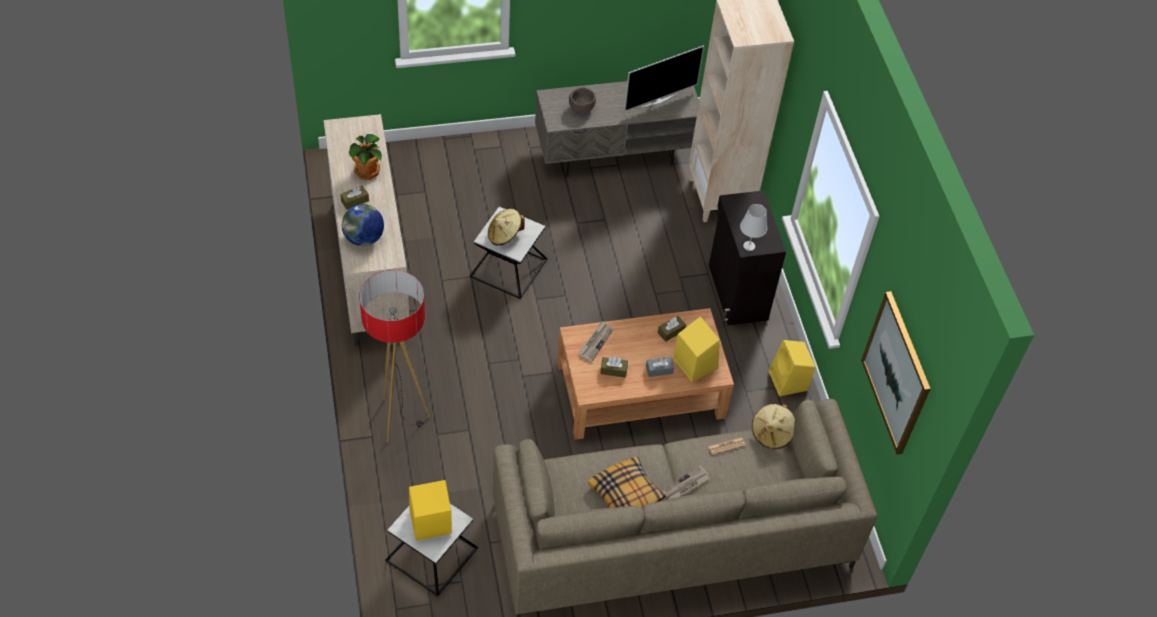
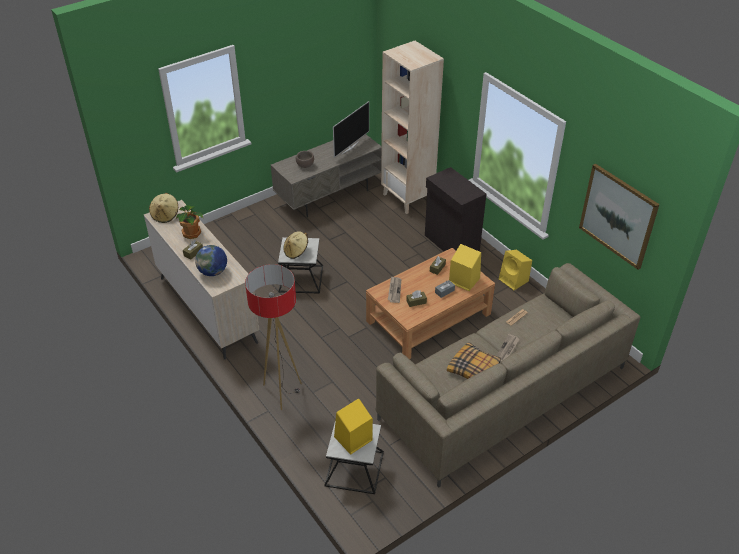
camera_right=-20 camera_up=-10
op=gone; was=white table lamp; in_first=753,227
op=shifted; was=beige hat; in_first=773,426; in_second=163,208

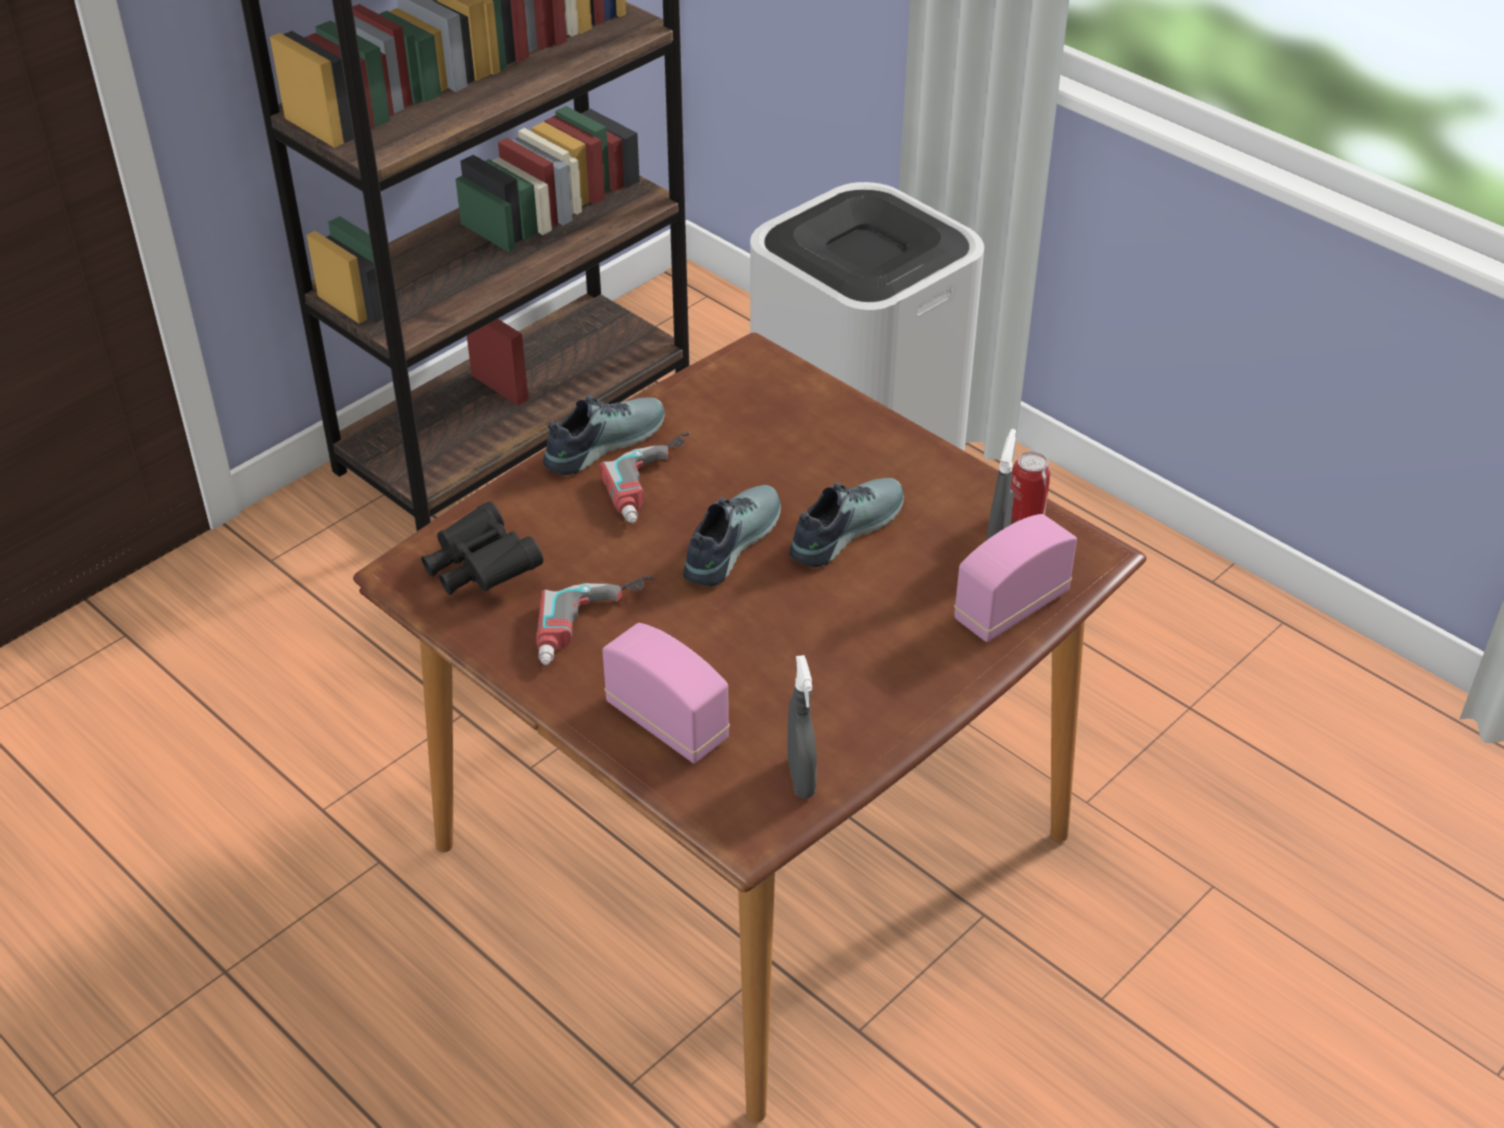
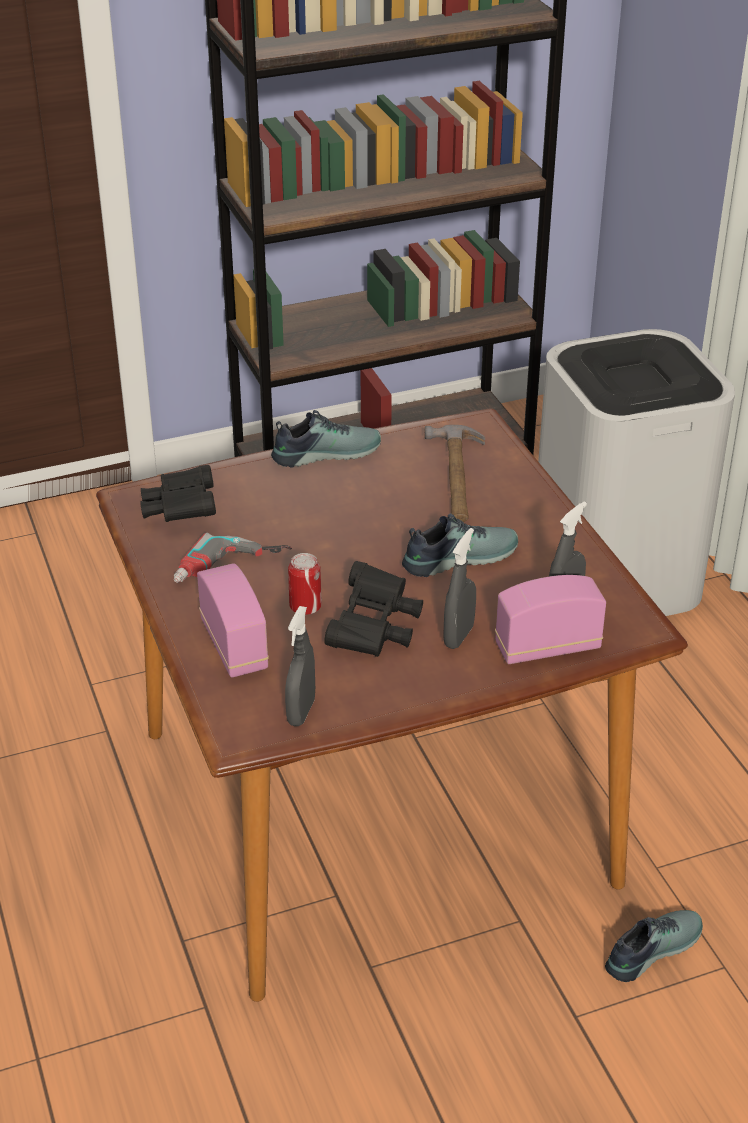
camera_right=25 camera_up=-5
op=gone; was=power drill; in_first=644,477
op=shifted; was=can; in_first=1031,486; in_second=305,584
op=shifted; was=shoe; in_first=732,535; in_second=654,946
op=new; now=hammer; in_second=455,473
op=new; now=grey spray bottle; in_second=459,588
op=new; now=black binoculars; in_second=373,609

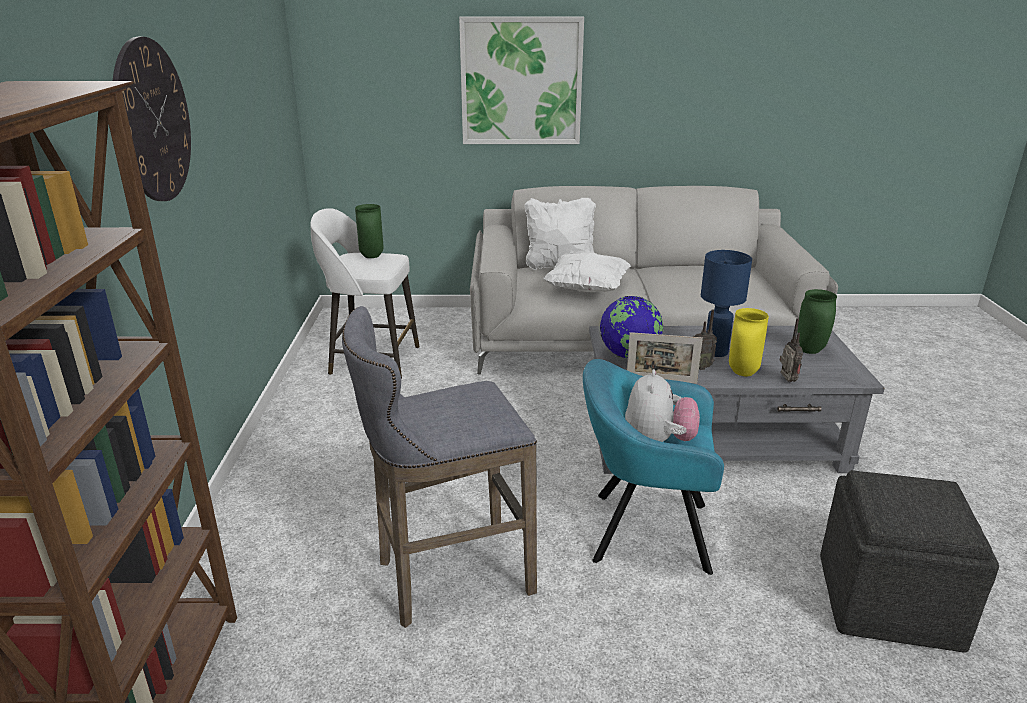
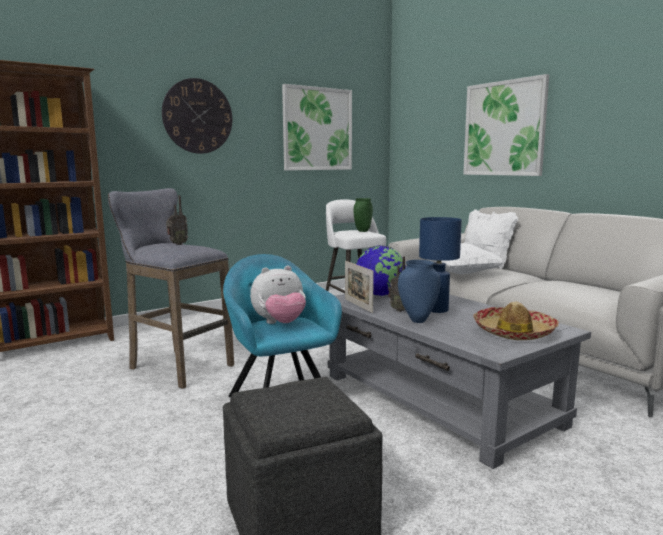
camera_right=55 camera_up=-15
op=swapped; was=green vase; now=hat; in_first=817,321; in_second=516,321
op=repainted; was=yellow vase; now=blue vase; in_first=749,342; in_second=419,291
op=shifted; was=radio; in_first=791,350; in_second=177,220
op=new; now=picture; in_second=317,127

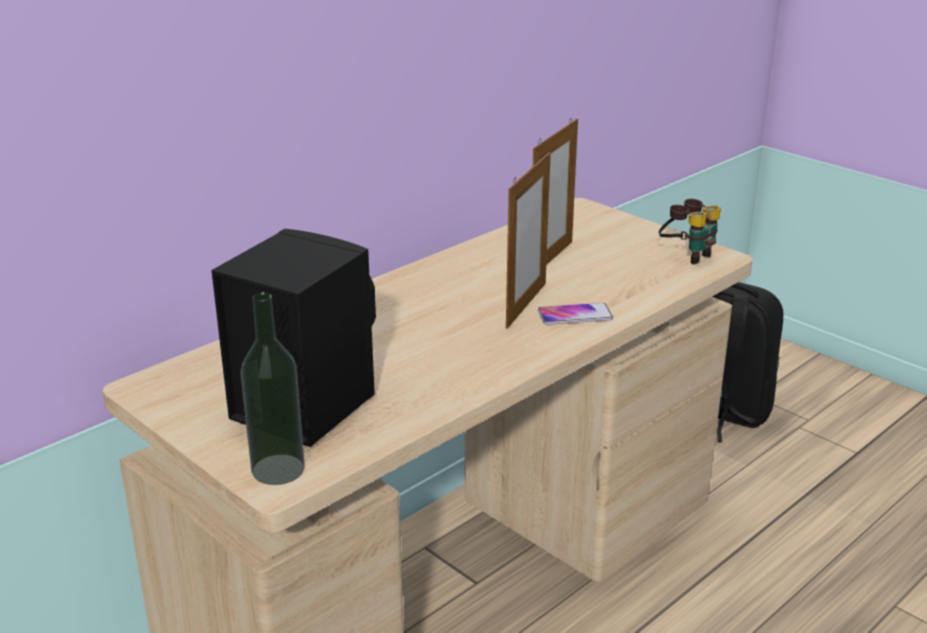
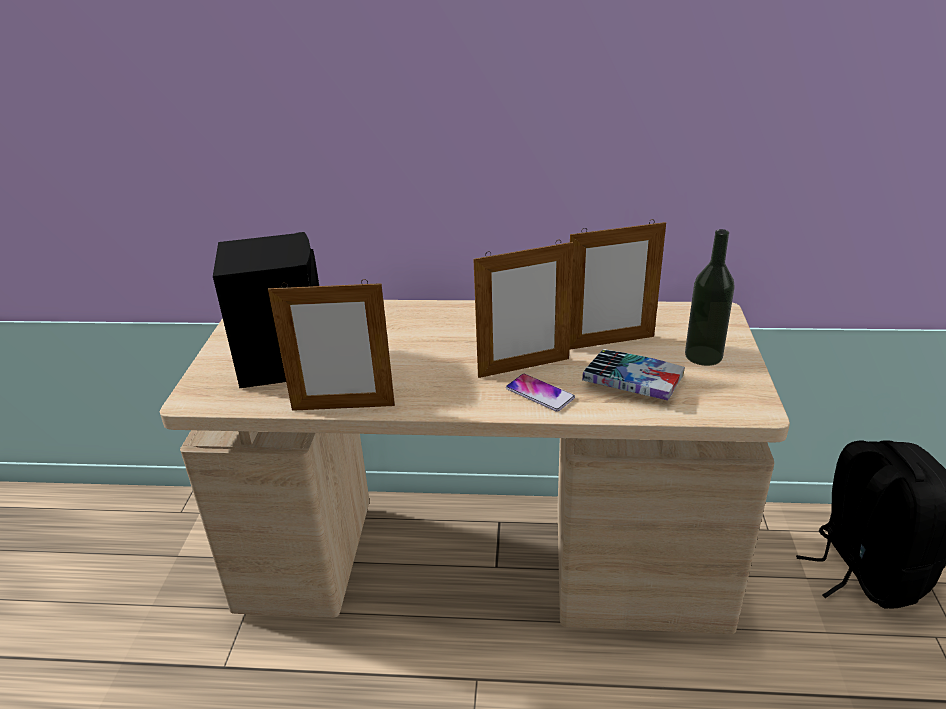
camera_right=50 camera_up=5
op=gone; was=binoculars; in_first=690,231
op=shifted; was=bottle; in_first=273,389; in_second=710,297
op=new; now=picture frame; in_second=331,345
op=new; now=book; in_second=633,375

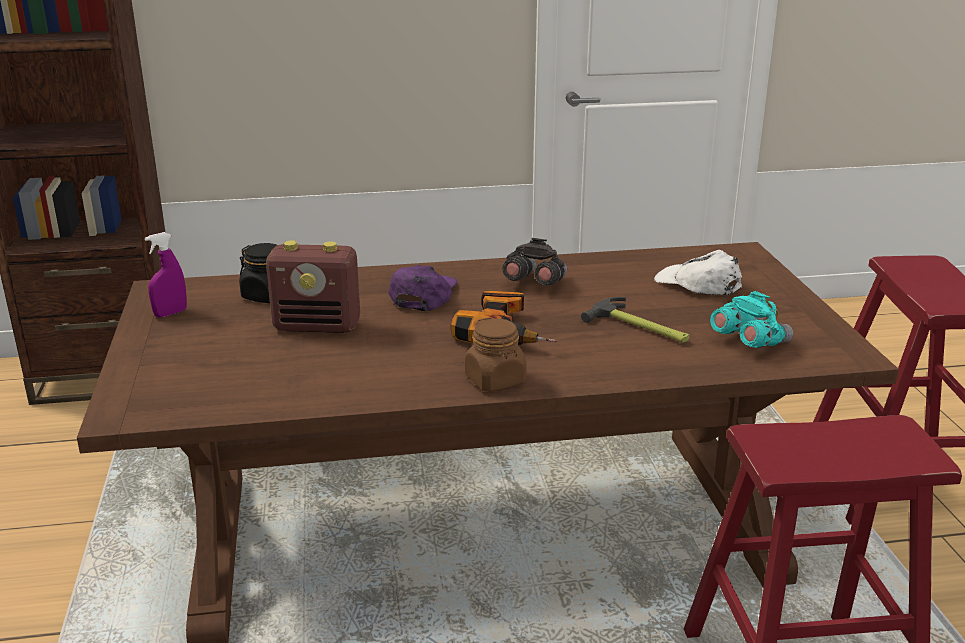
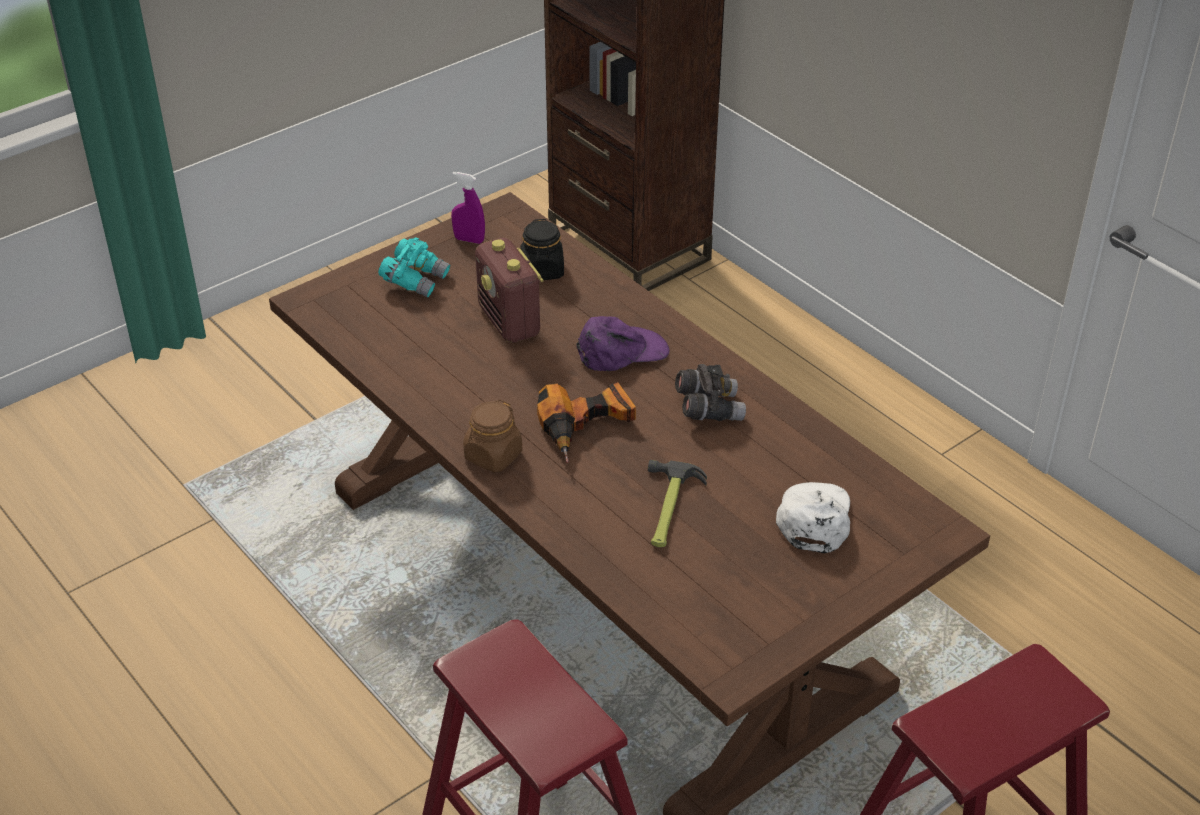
camera_right=60 camera_up=15
op=shifted; was=turquoise binoculars; in_first=751,319; in_second=414,268

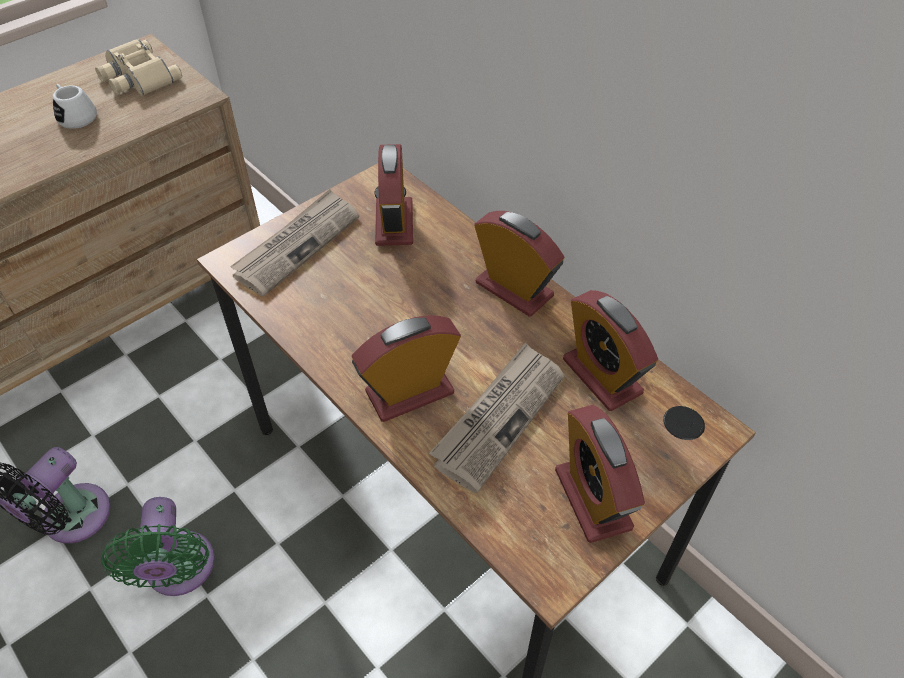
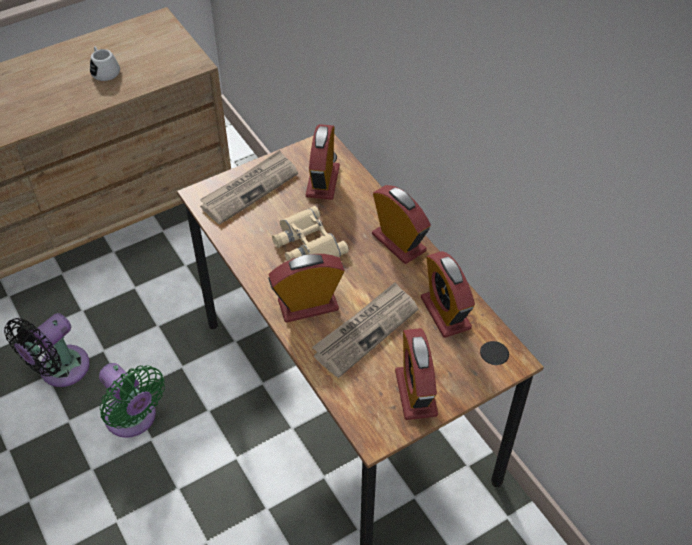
camera_right=10 camera_up=0
op=shifted; was=beige binoculars; in_first=138,67; in_second=310,233
op=rotated; was=green fan; in_first=158,546; in_second=132,400; clockwise=-45

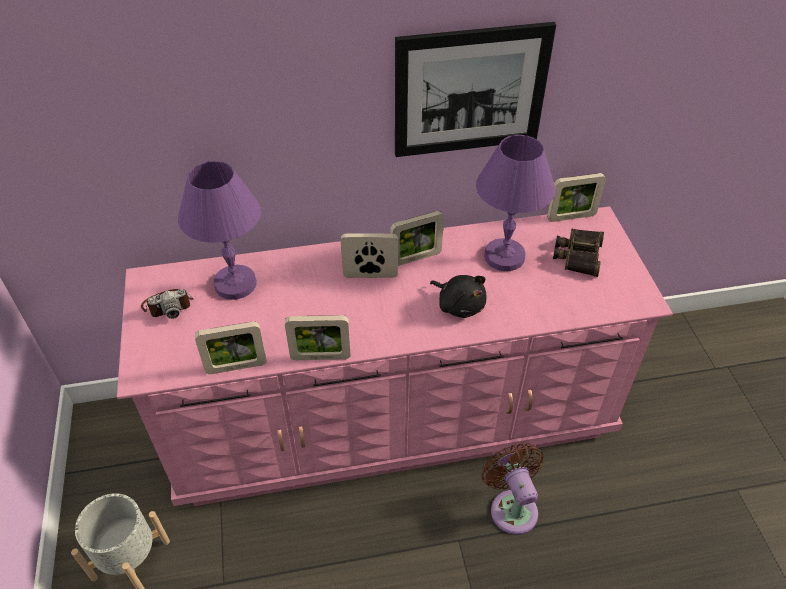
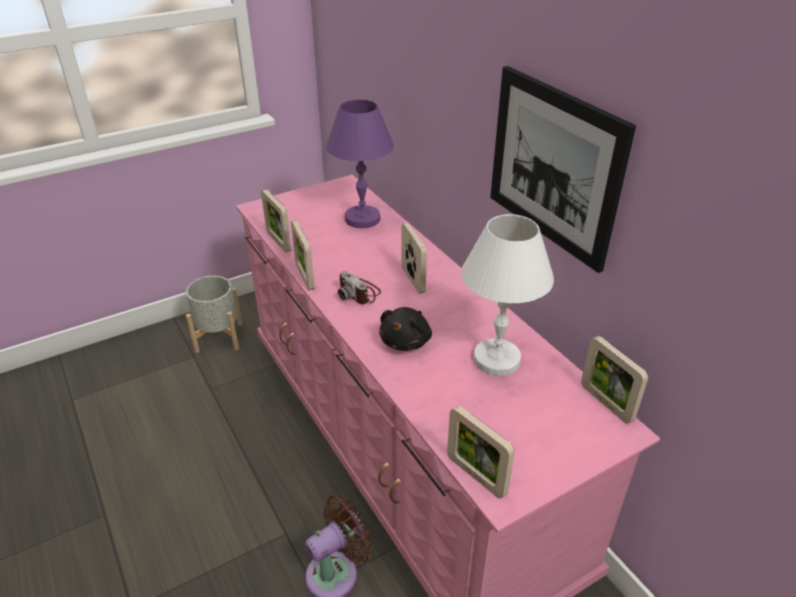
camera_right=70 camera_up=-10
op=repainted; was=purple table lamp; now=white table lamp; in_first=515,203; in_second=507,295
op=shifted; was=picture frame; in_first=417,238; in_second=481,452
op=gone; was=binoculars; in_first=578,252
op=shifted; was=photo camera; in_first=167,304; in_second=359,287

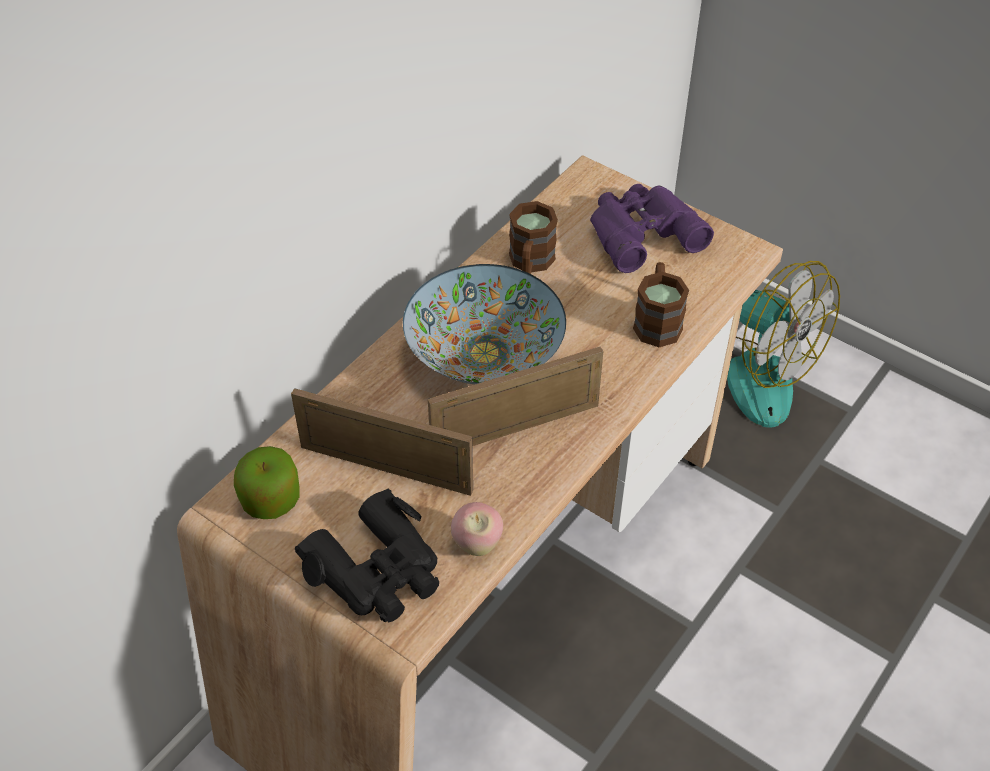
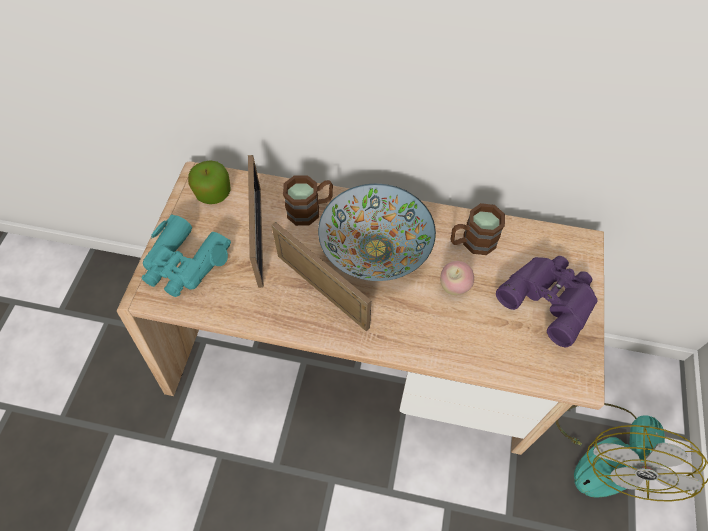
camera_right=65 camera_up=10
op=shifted; was=brown mug; in_first=661,304; in_second=308,200
op=repainted; was=black binoculars; now=turquoise binoculars; in_first=367,555; in_second=186,255
op=shifted; was=apple; in_first=477,529; in_second=457,278

